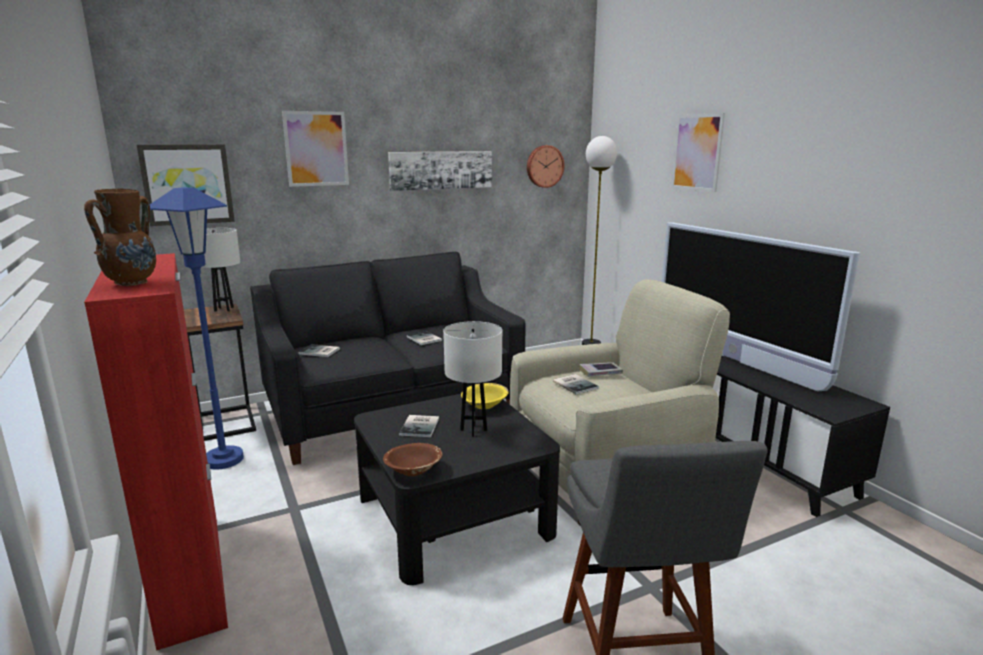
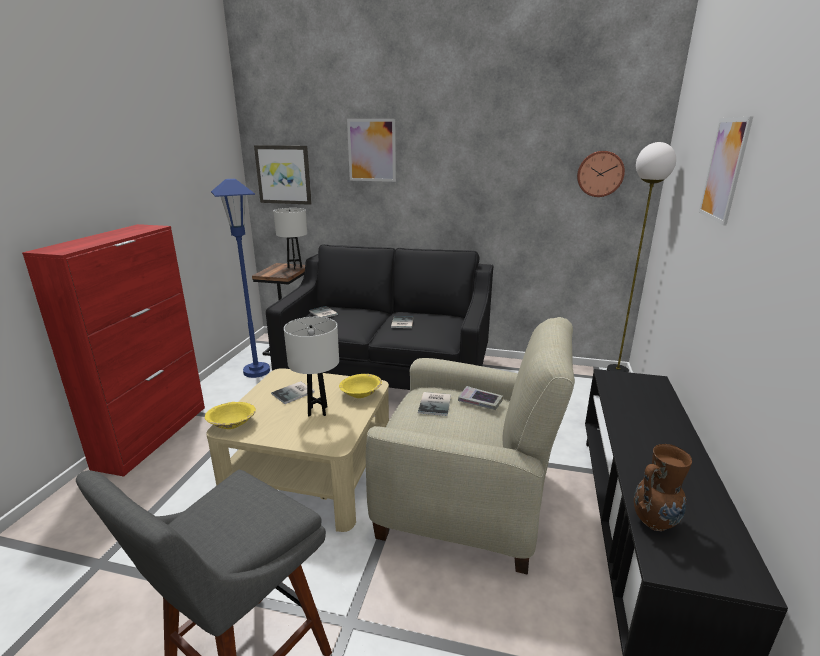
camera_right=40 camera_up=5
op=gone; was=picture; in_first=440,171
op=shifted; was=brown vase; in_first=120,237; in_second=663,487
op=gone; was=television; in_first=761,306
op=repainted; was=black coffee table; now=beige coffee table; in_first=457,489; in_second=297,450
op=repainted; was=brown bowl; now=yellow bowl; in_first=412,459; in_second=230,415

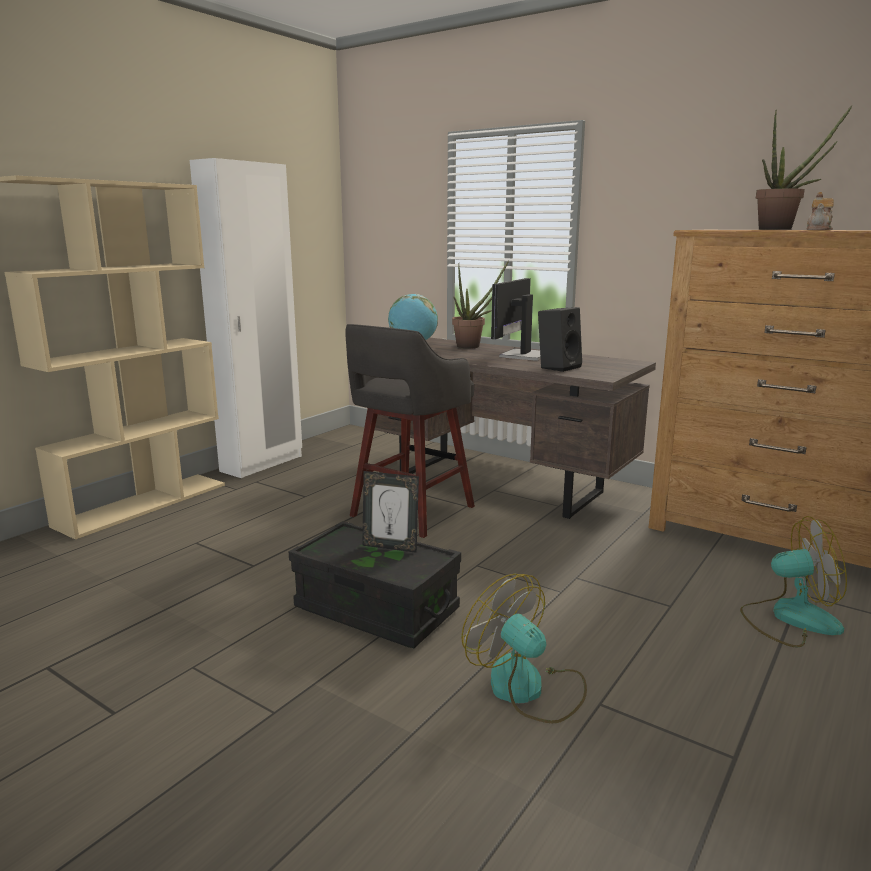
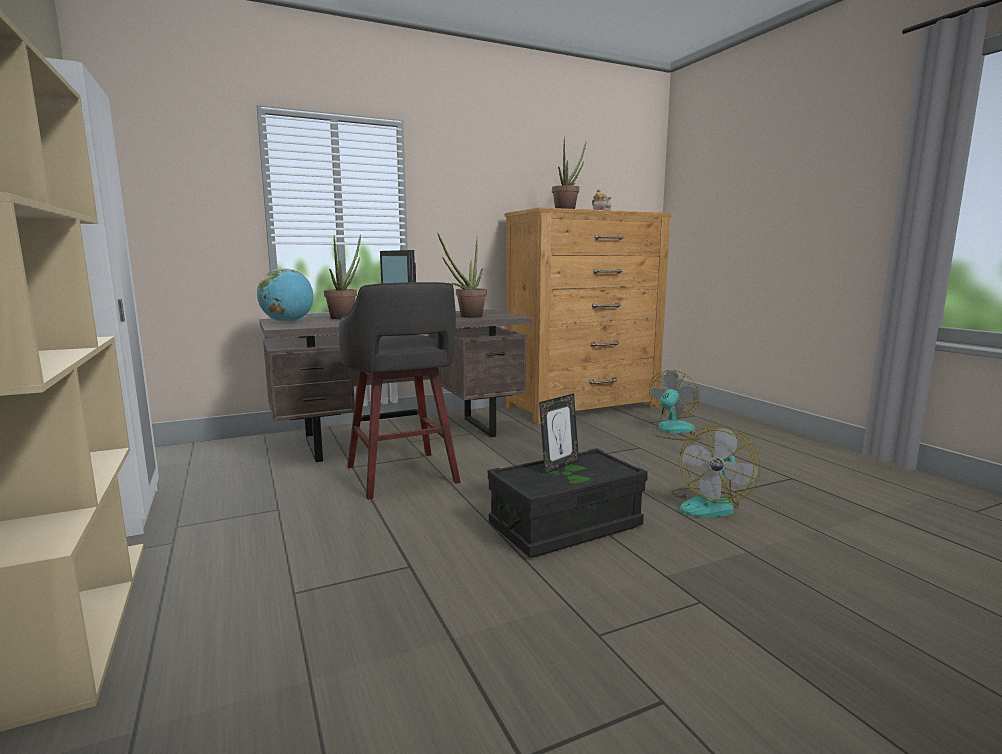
camera_right=-60 camera_up=-5
op=swapped; was=black speaker; now=potted plant; in_first=560,339; in_second=462,276
op=rotated; was=fan; in_first=524,648; in_second=716,471; clockwise=-45

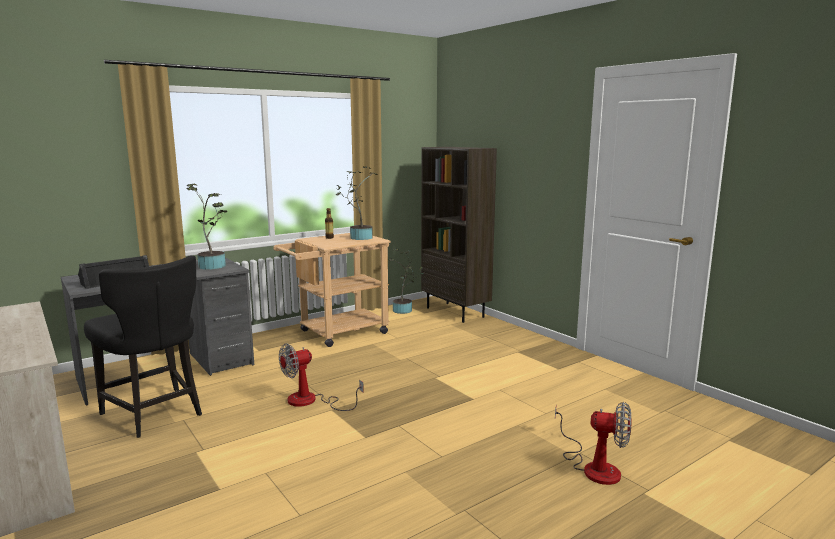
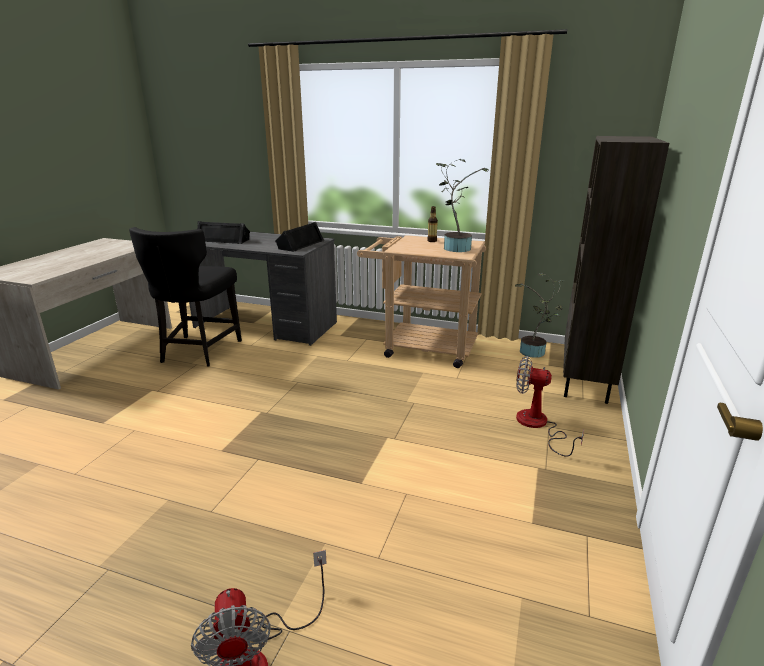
camera_right=55 camera_up=10
op=swapped; was=potted plant; now=black speaker; in_first=206,226; in_second=299,237
op=shifted; was=fan; in_first=321,377; in_second=550,406

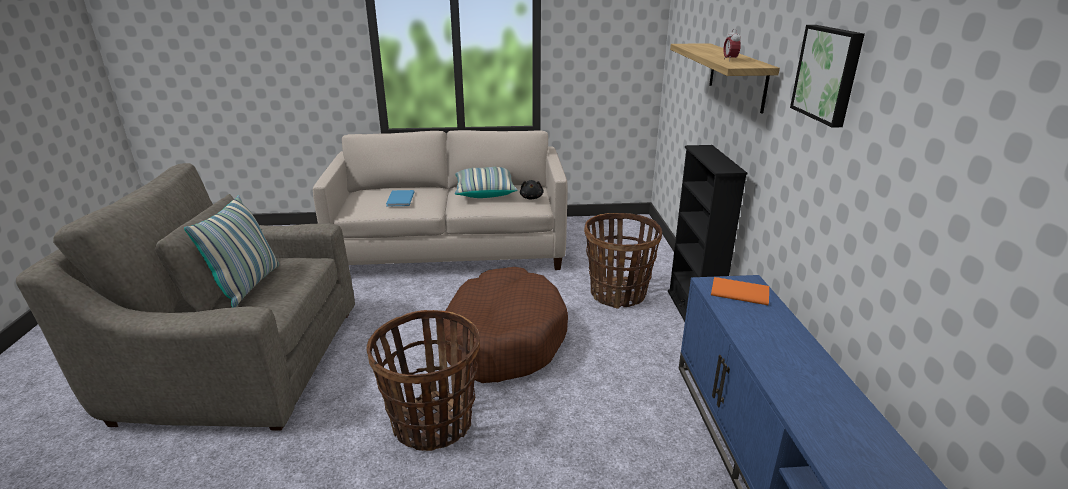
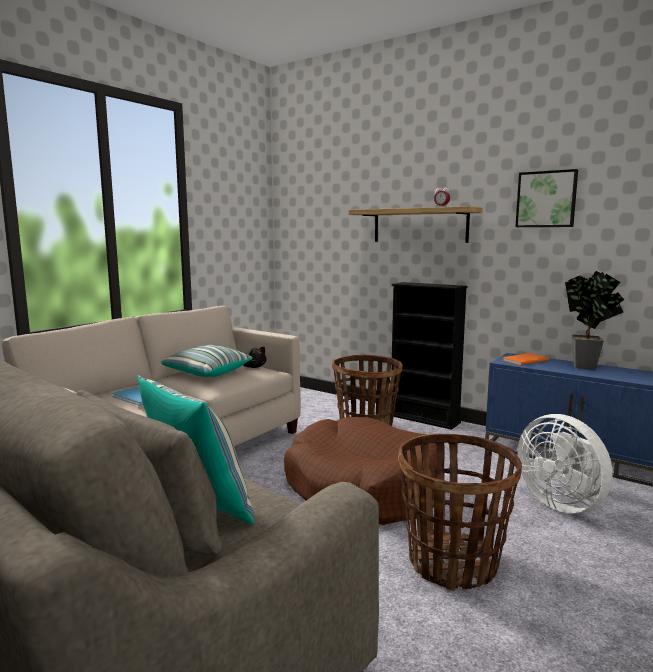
camera_right=-50 camera_up=-15
op=new; now=potted plant; in_second=594,320
op=new; now=white fan; in_second=565,463

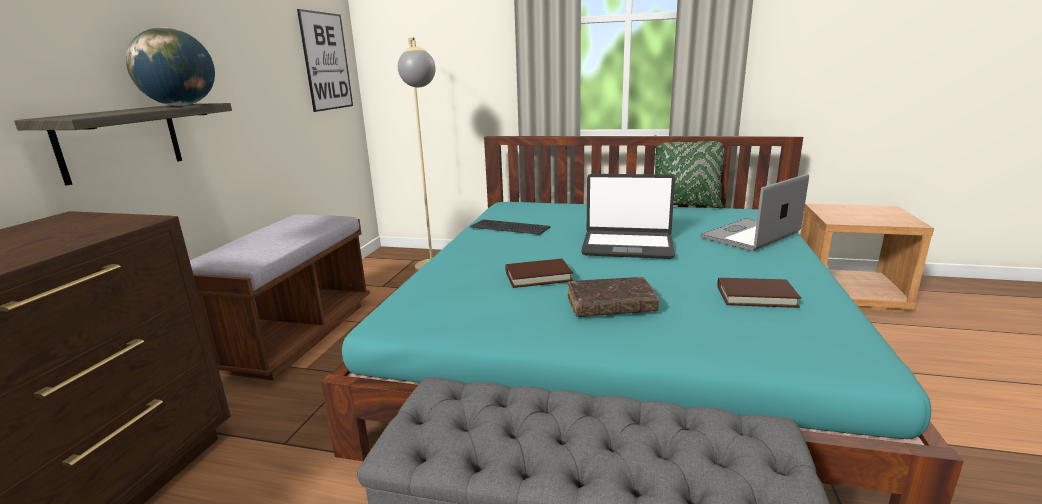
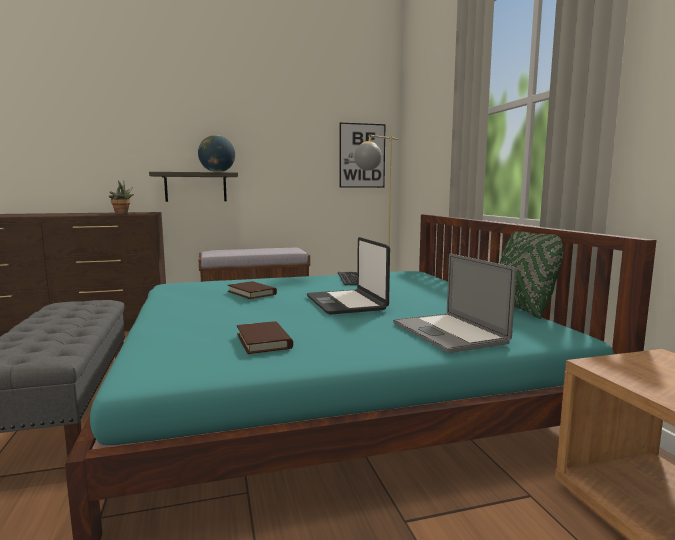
camera_right=60 camera_up=-10
op=rotated; was=laptop; in_first=754,212; in_second=454,303; clockwise=-135
op=gone; was=brown book; in_first=613,297
op=new; now=potted plant; in_second=121,198

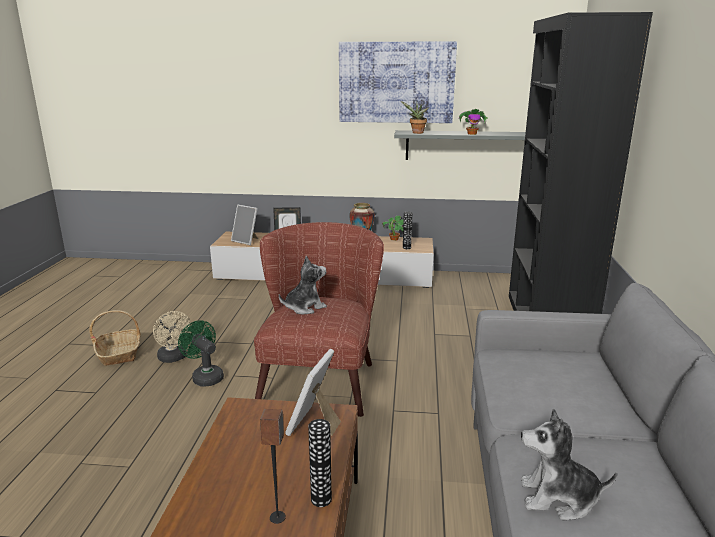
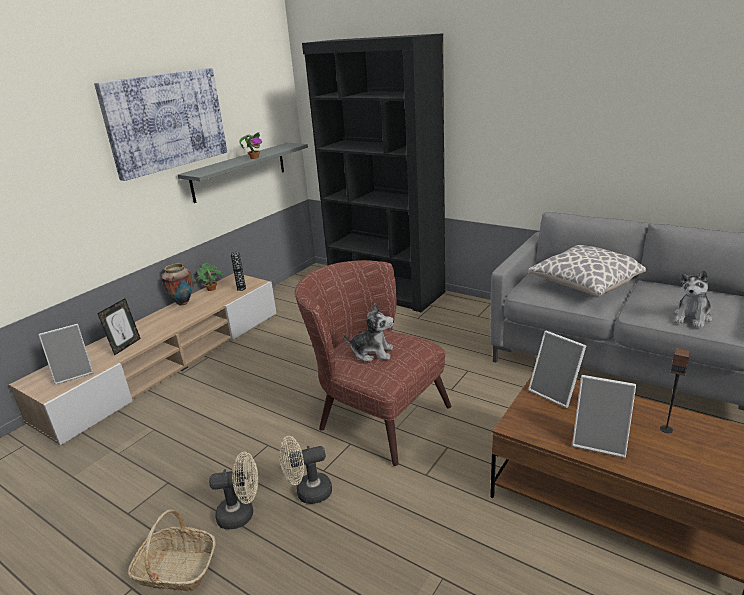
camera_right=-60 camera_up=5
op=gone; was=potted plant; in_first=415,117
op=rotated; was=plush toy; in_first=303,285; in_second=368,332; clockwise=105
op=repainted; was=green fan; now=beige fan; in_first=201,353; in_second=306,470
op=gone; was=vase; in_first=320,463
op=new; now=pillow; in_second=587,271
op=new; now=picture frame; in_second=604,416

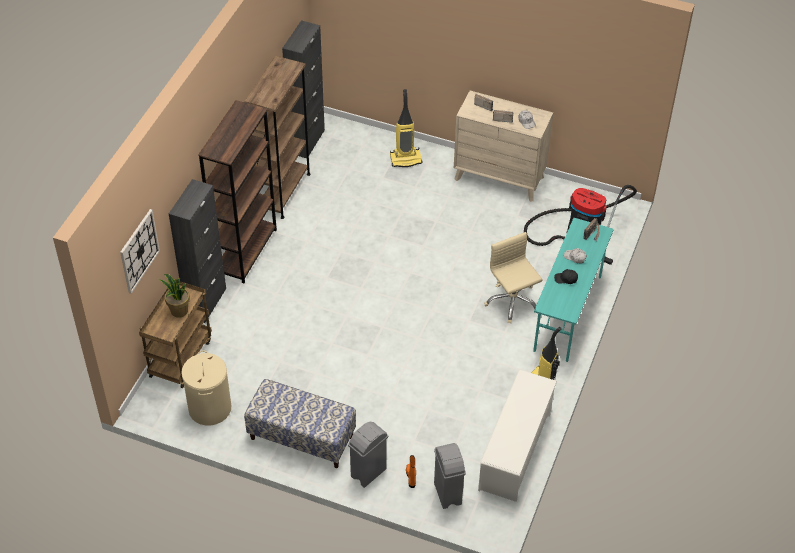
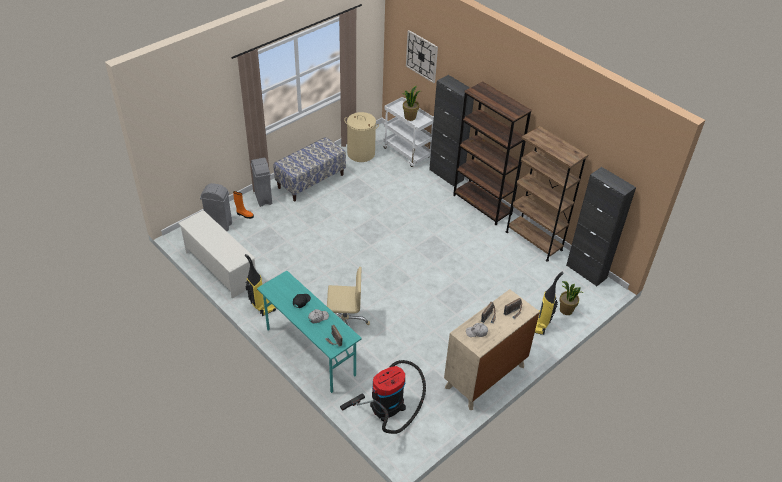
camera_right=115 camera_up=-5
op=repainted; was=brown cart; now=white cart; in_first=175,333; in_second=408,132
op=new; now=potted plant; in_second=571,298

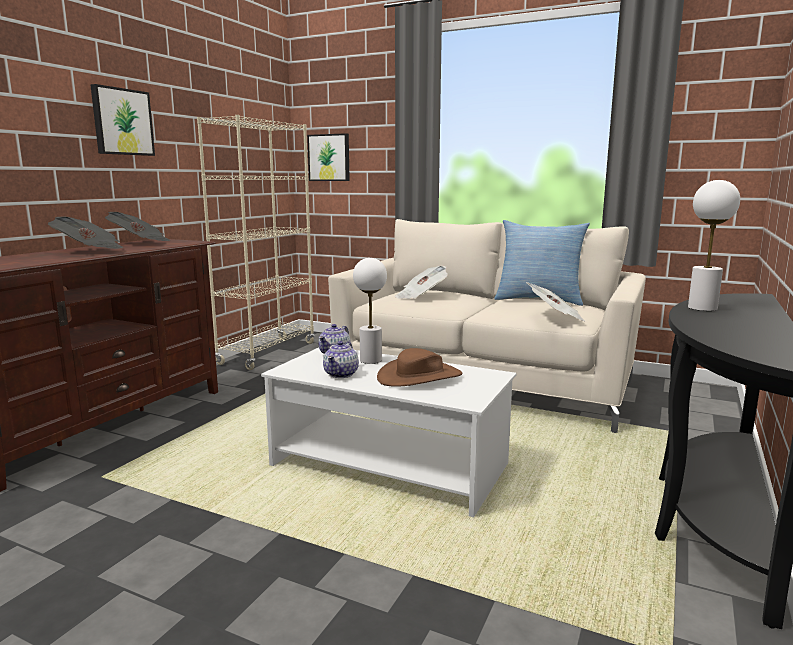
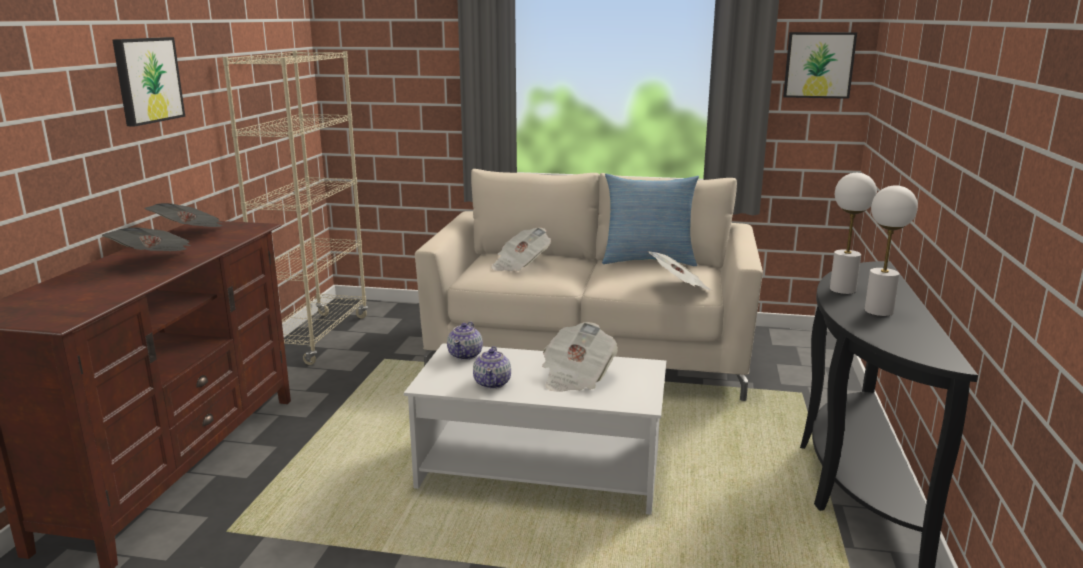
camera_right=-15 camera_up=5
op=shifted; was=picture; in_first=328,157; in_second=820,65
op=shifted; was=white table lamp; in_first=370,311; in_second=891,250
op=swapped; was=brown hat; now=newspaper; in_first=420,367; in_second=580,357

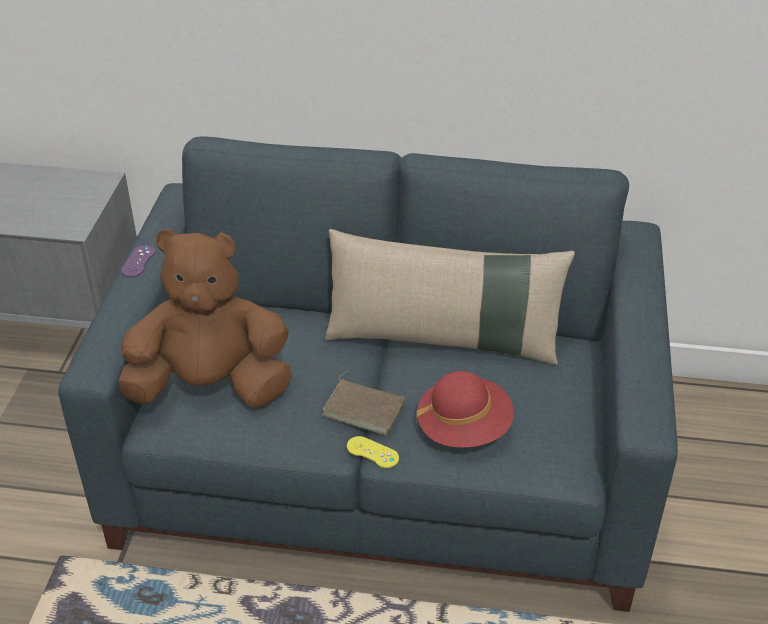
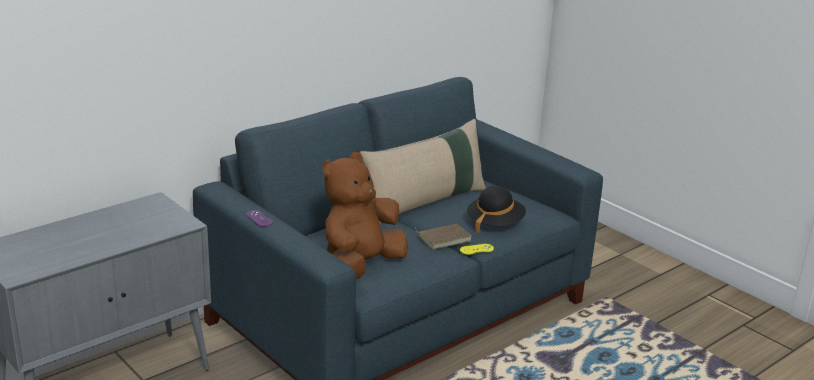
camera_right=-50 camera_up=-15
op=repainted; was=red hat; now=black hat; in_first=465,409; in_second=496,210

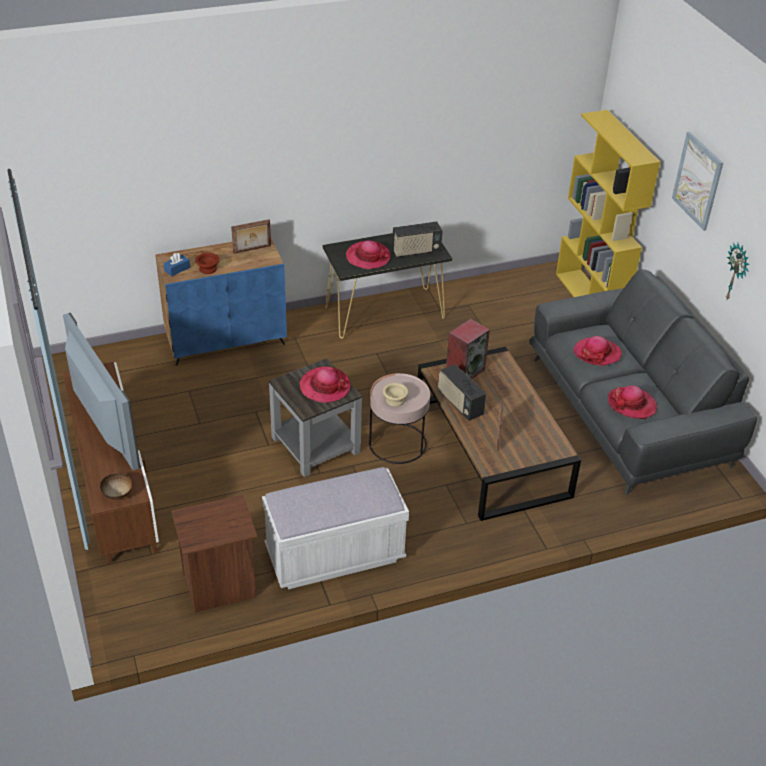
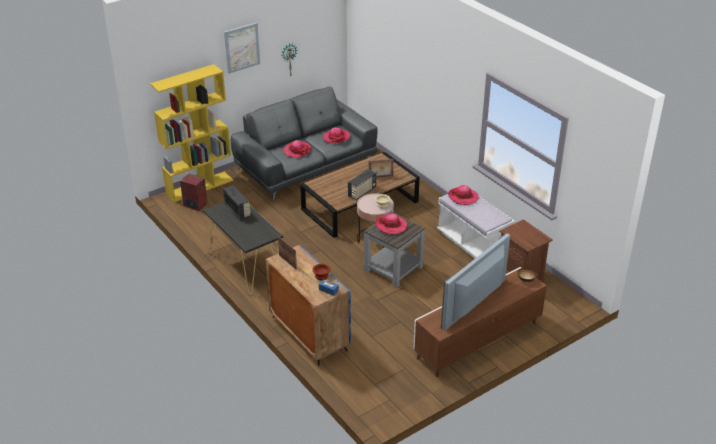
camera_right=-105 camera_up=-5
op=shifted; was=hat; in_first=368,254; in_second=463,195
op=shifted; was=speaker; in_first=468,349; in_second=194,192

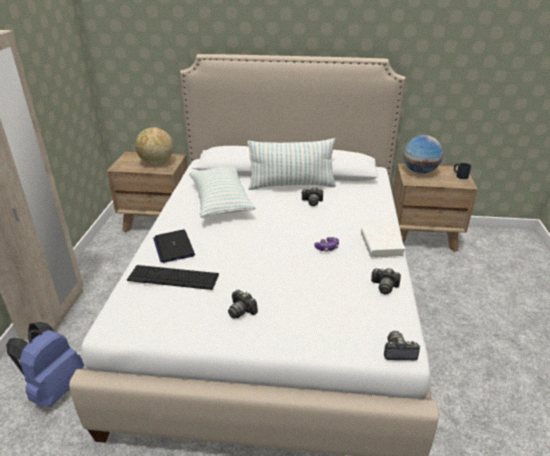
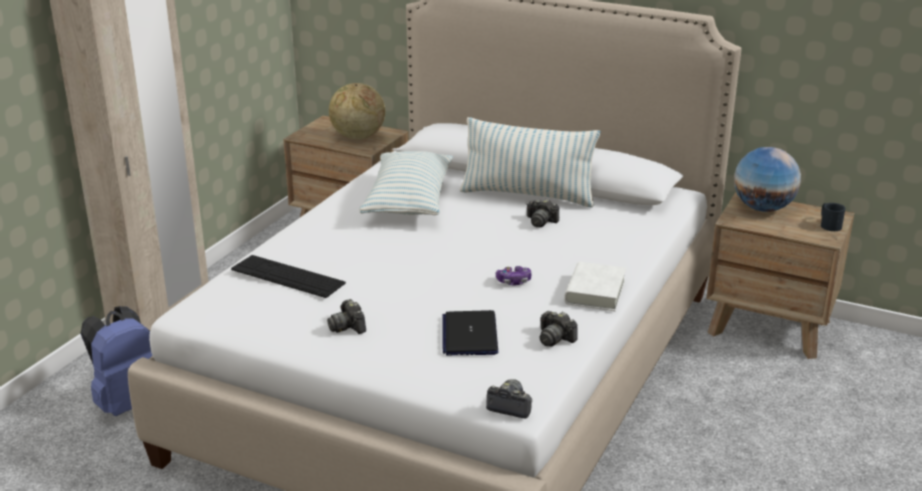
camera_right=20 camera_up=-5
op=shifted; was=laptop; in_first=174,246; in_second=470,332

